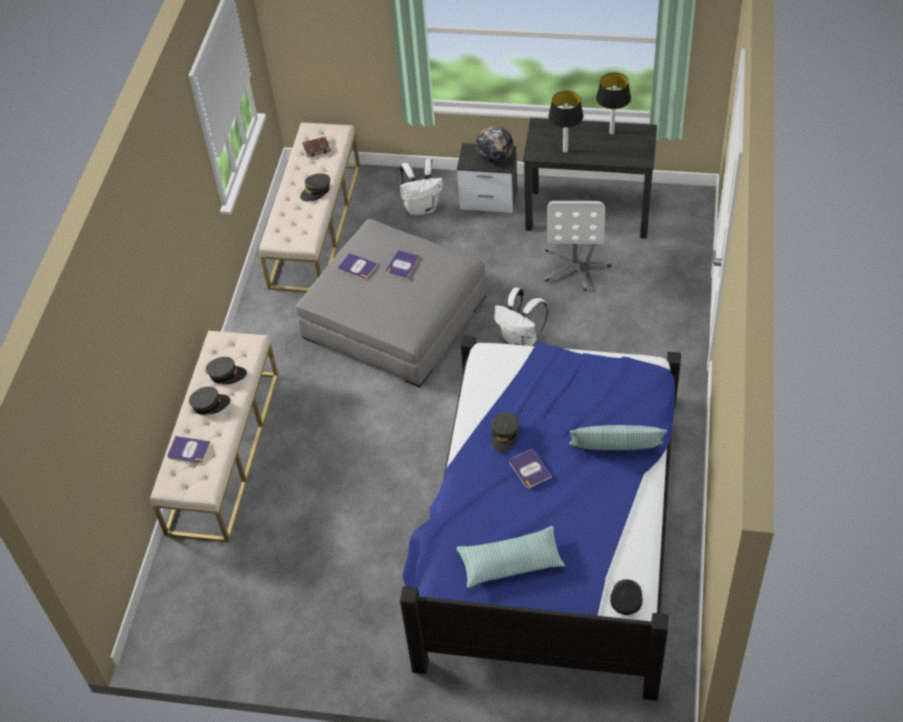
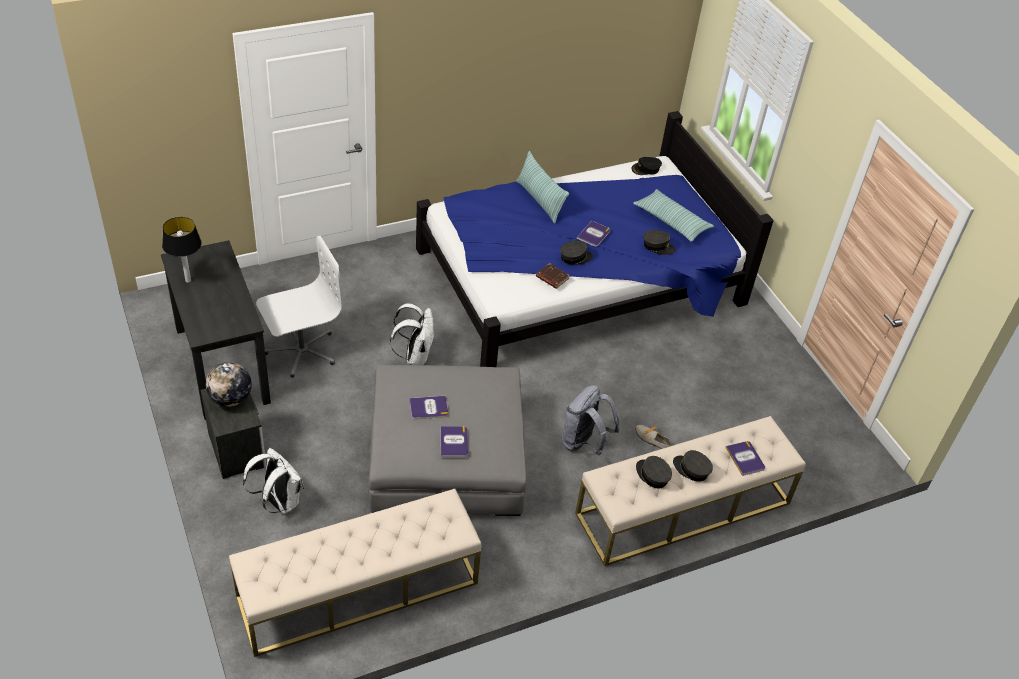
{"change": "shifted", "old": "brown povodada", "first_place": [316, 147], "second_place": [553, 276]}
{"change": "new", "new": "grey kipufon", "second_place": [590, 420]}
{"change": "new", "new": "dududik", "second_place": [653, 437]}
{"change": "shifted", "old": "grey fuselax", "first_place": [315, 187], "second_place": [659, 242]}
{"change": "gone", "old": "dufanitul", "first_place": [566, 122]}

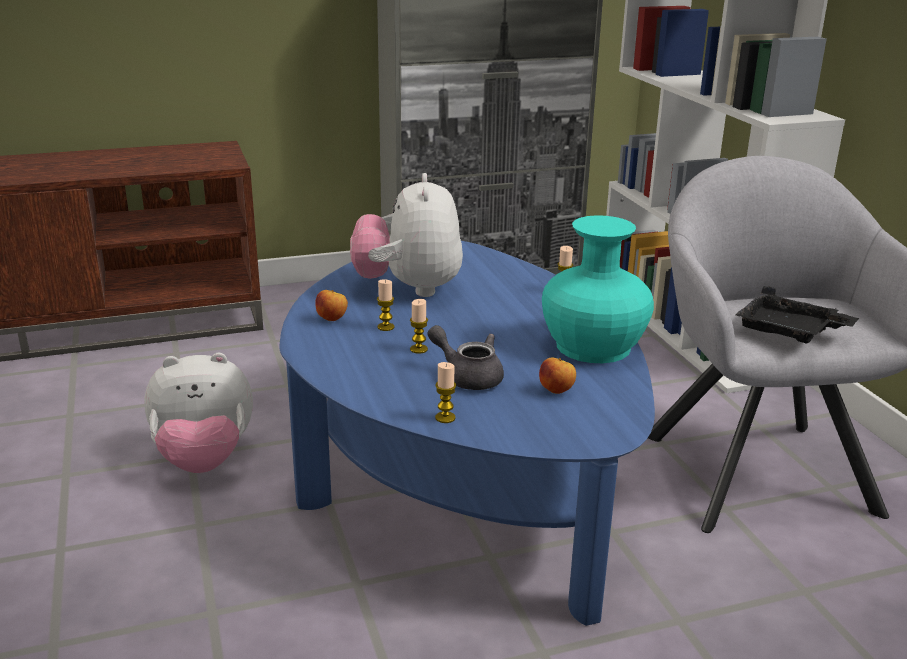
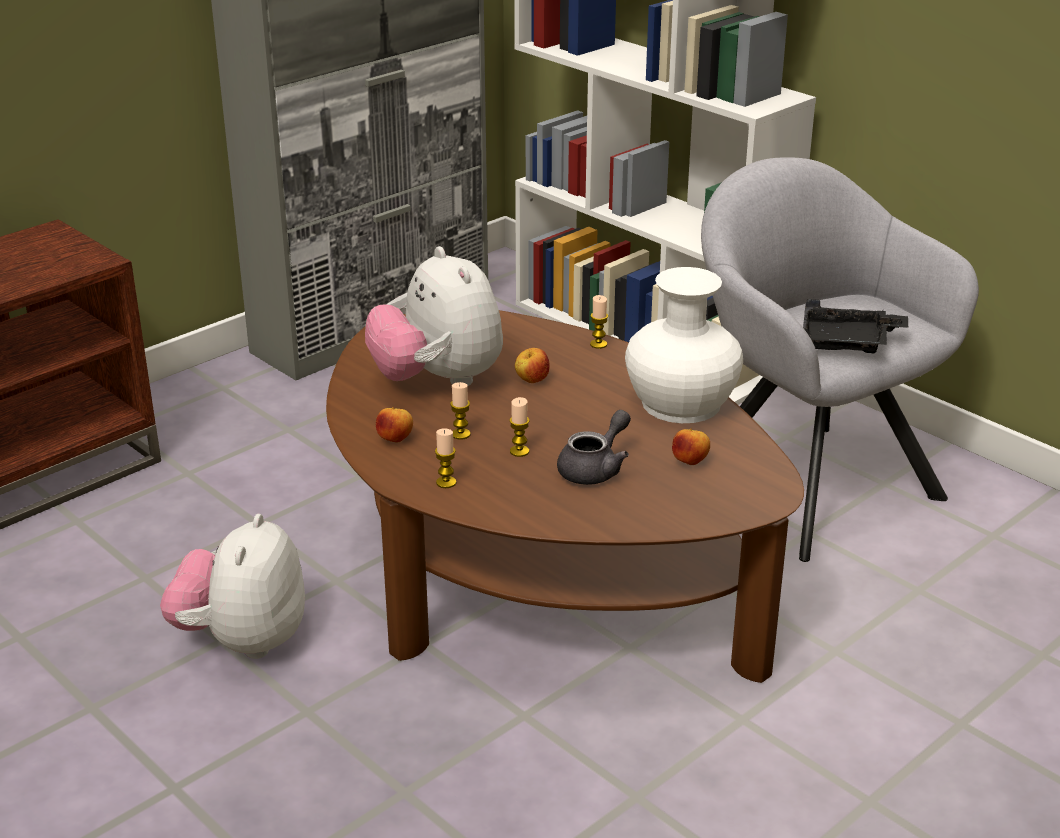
{"change": "rotated", "old": "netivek", "first_place": [198, 413], "second_place": [232, 586], "degrees": 135}
{"change": "repainted", "old": "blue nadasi", "new": "brown nadasi", "first_place": [467, 433], "second_place": [565, 496]}
{"change": "shifted", "old": "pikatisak", "first_place": [445, 392], "second_place": [445, 458]}
{"change": "new", "new": "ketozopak", "second_place": [532, 365]}
{"change": "rotated", "old": "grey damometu", "first_place": [465, 357], "second_place": [594, 447], "degrees": 120}
{"change": "repainted", "old": "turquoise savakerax", "new": "white savakerax", "first_place": [598, 289], "second_place": [684, 345]}

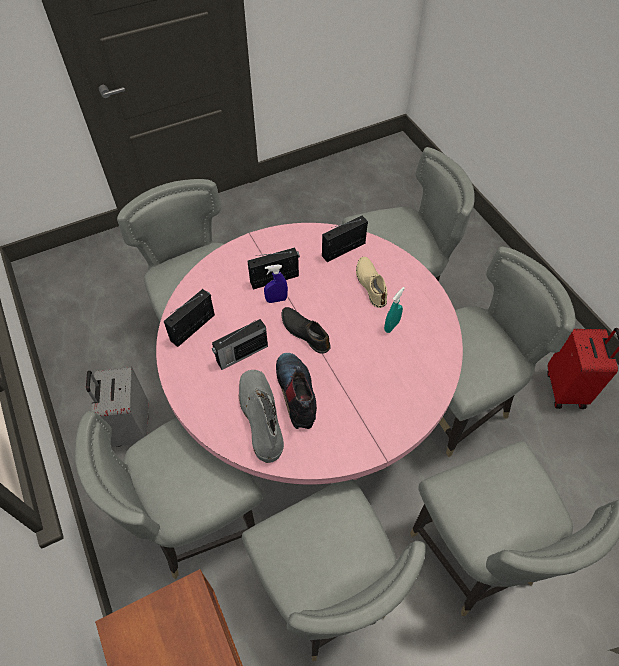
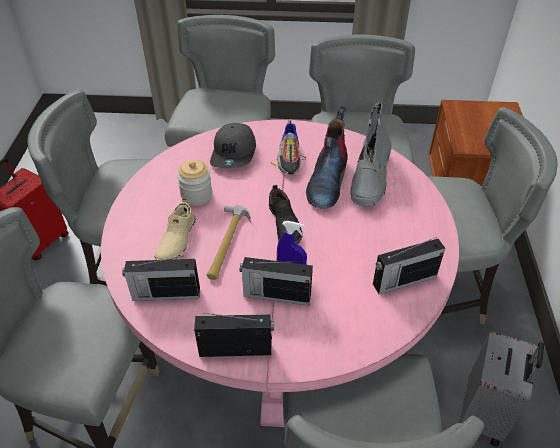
{"change": "swapped", "old": "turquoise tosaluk", "new": "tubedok", "first_place": [394, 310], "second_place": [194, 183]}
{"change": "shifted", "old": "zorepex", "first_place": [240, 344], "second_place": [234, 335]}
{"change": "new", "new": "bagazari", "second_place": [229, 242]}
{"change": "new", "new": "grey fuselax", "second_place": [233, 145]}
{"change": "new", "new": "dududik", "second_place": [288, 147]}

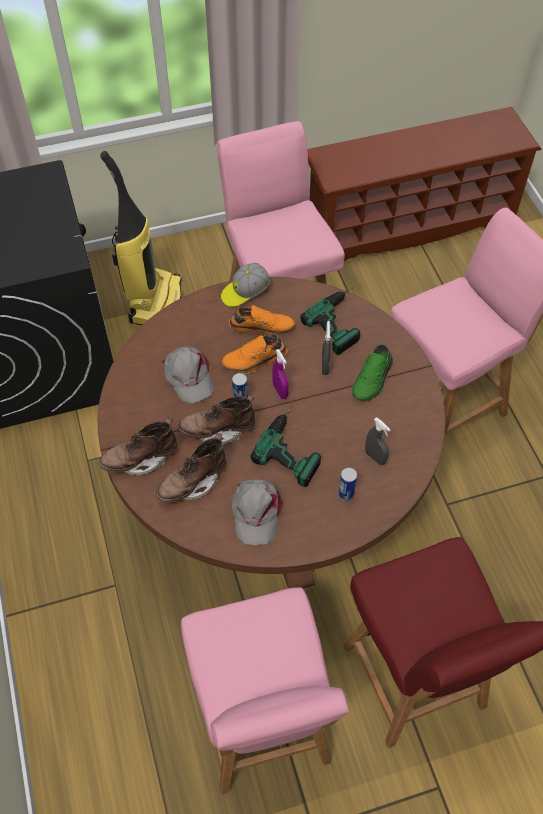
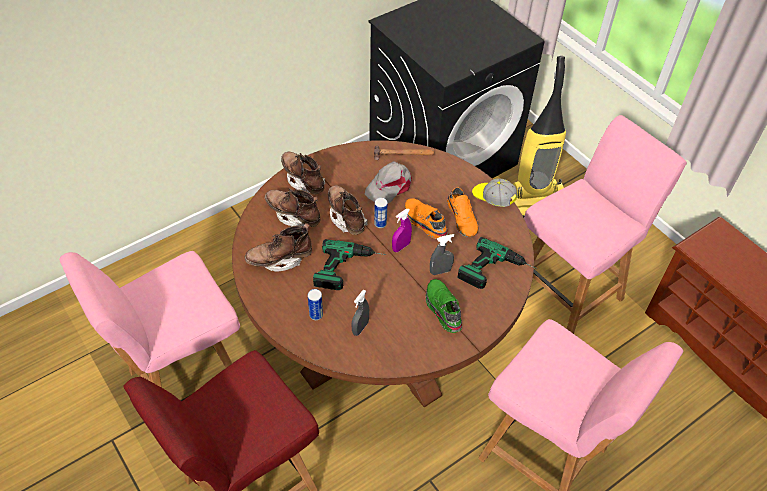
{"change": "swapped", "old": "grey fuselax", "new": "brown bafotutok", "first_place": [256, 512], "second_place": [278, 247]}
{"change": "new", "new": "bagazari", "second_place": [404, 153]}
{"change": "rotated", "old": "green dududik", "first_place": [372, 372], "second_place": [444, 306], "degrees": 60}

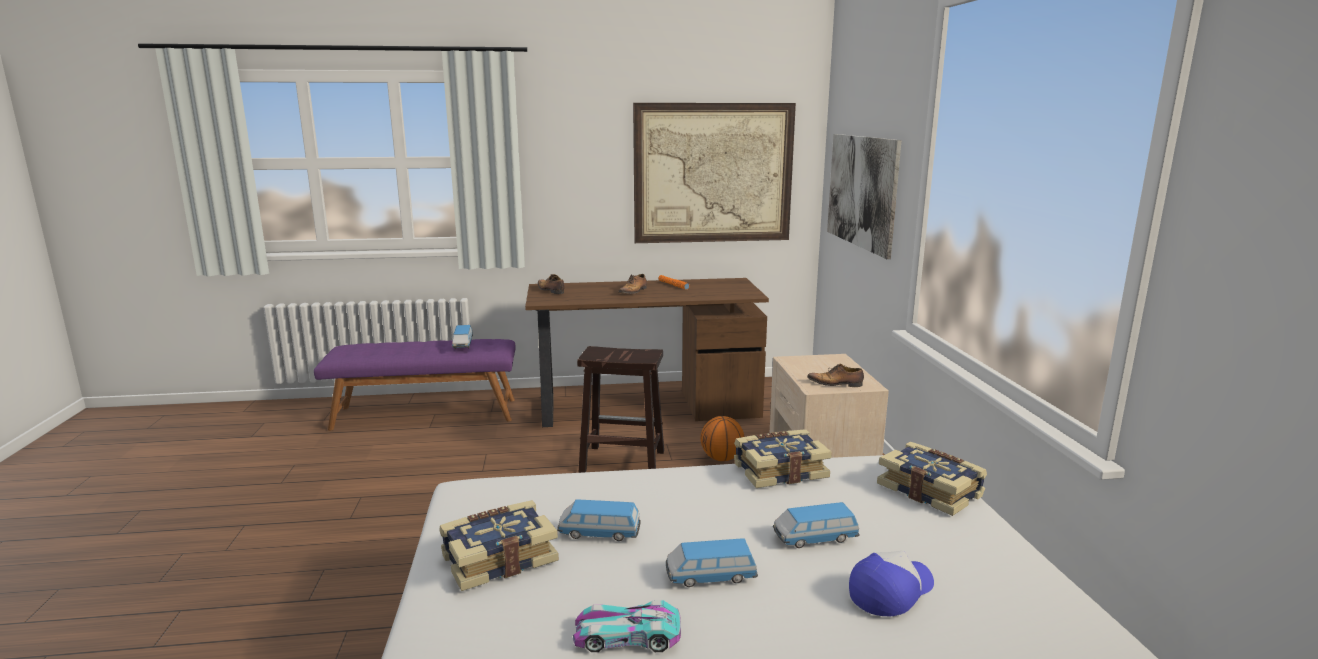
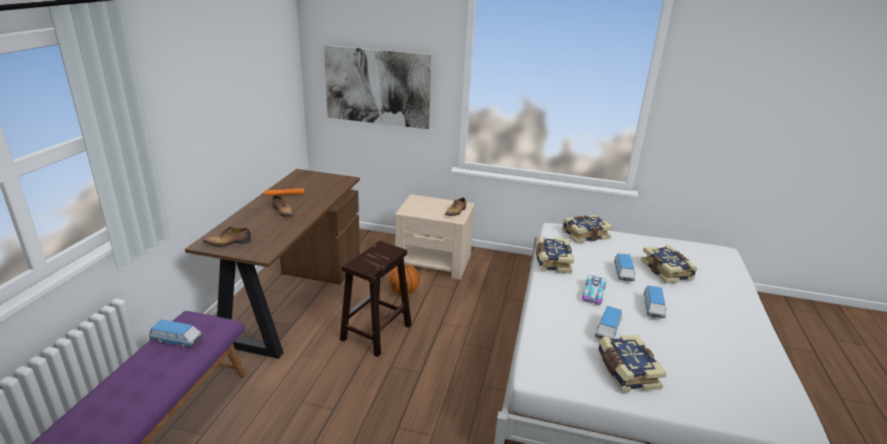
{"change": "shifted", "old": "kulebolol", "first_place": [627, 626], "second_place": [594, 290]}
{"change": "swapped", "old": "fuselax", "new": "povodada", "first_place": [891, 584], "second_place": [669, 264]}
{"change": "gone", "old": "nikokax", "first_place": [714, 173]}

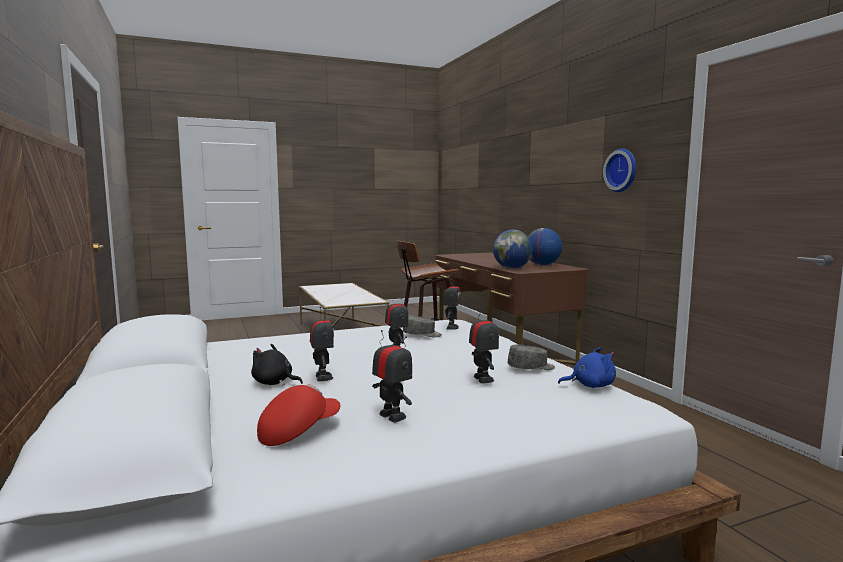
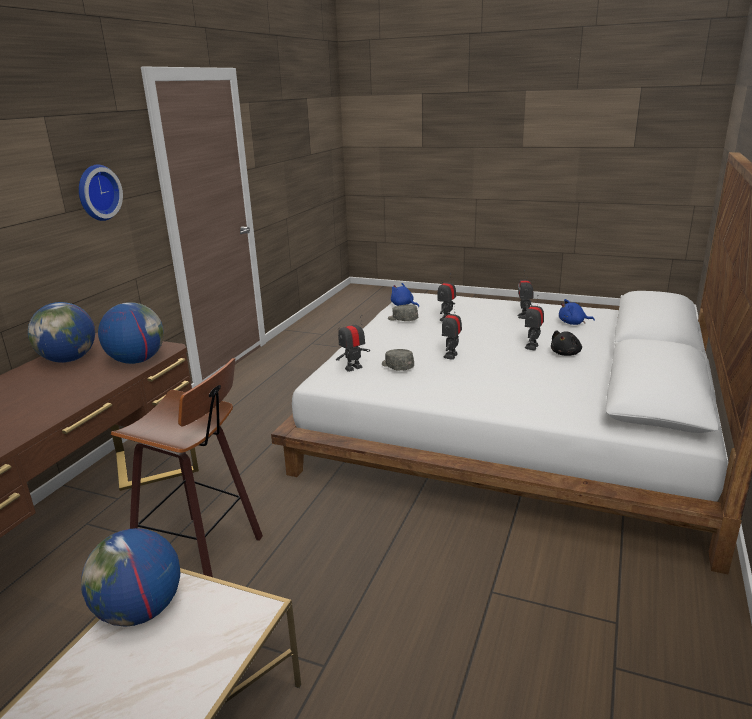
{"change": "new", "new": "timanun", "second_place": [130, 577]}
{"change": "rotated", "old": "black netivek", "first_place": [277, 365], "second_place": [566, 343], "degrees": 60}
{"change": "swapped", "old": "red fuselax", "new": "blue netivek", "first_place": [298, 415], "second_place": [577, 312]}

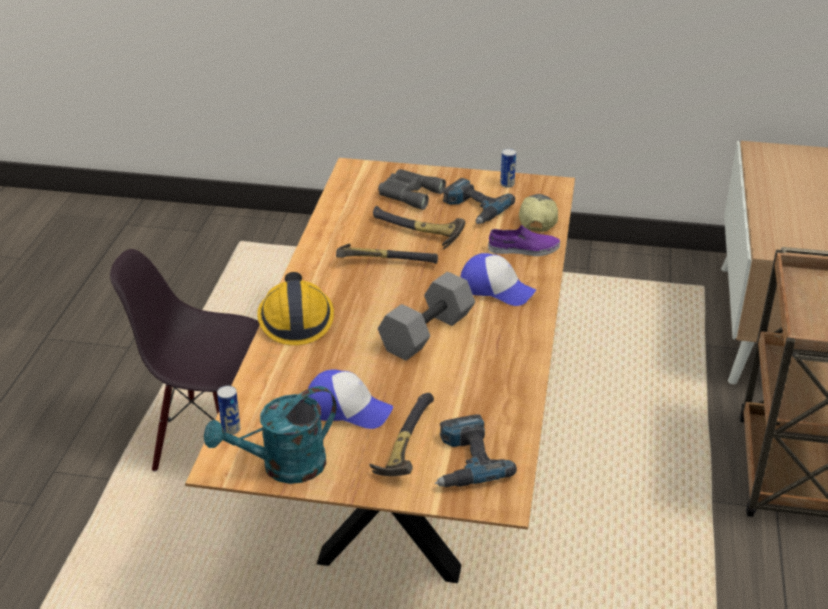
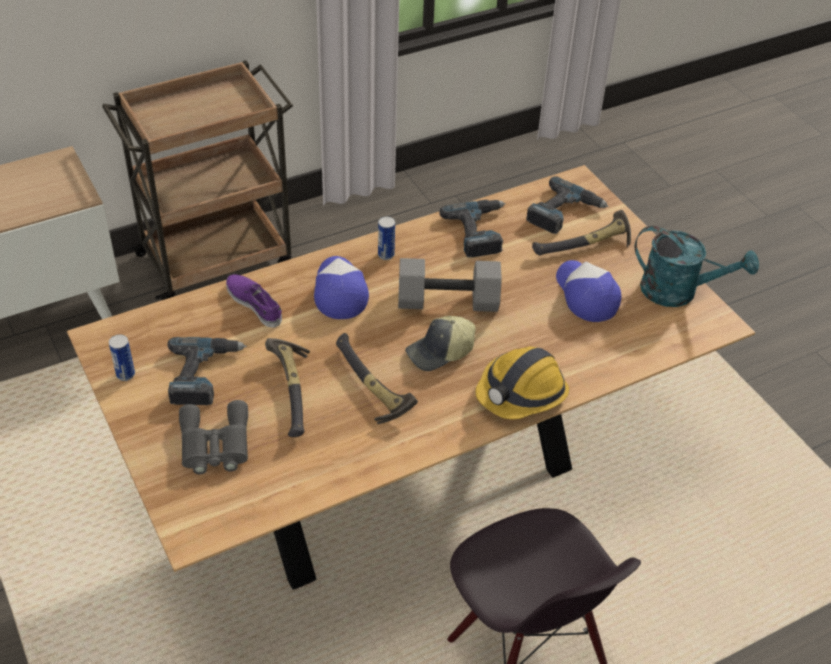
{"change": "shifted", "old": "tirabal", "first_place": [228, 410], "second_place": [386, 238]}
{"change": "shifted", "old": "fuselax", "first_place": [538, 213], "second_place": [440, 343]}
{"change": "new", "new": "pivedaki", "second_place": [472, 229]}

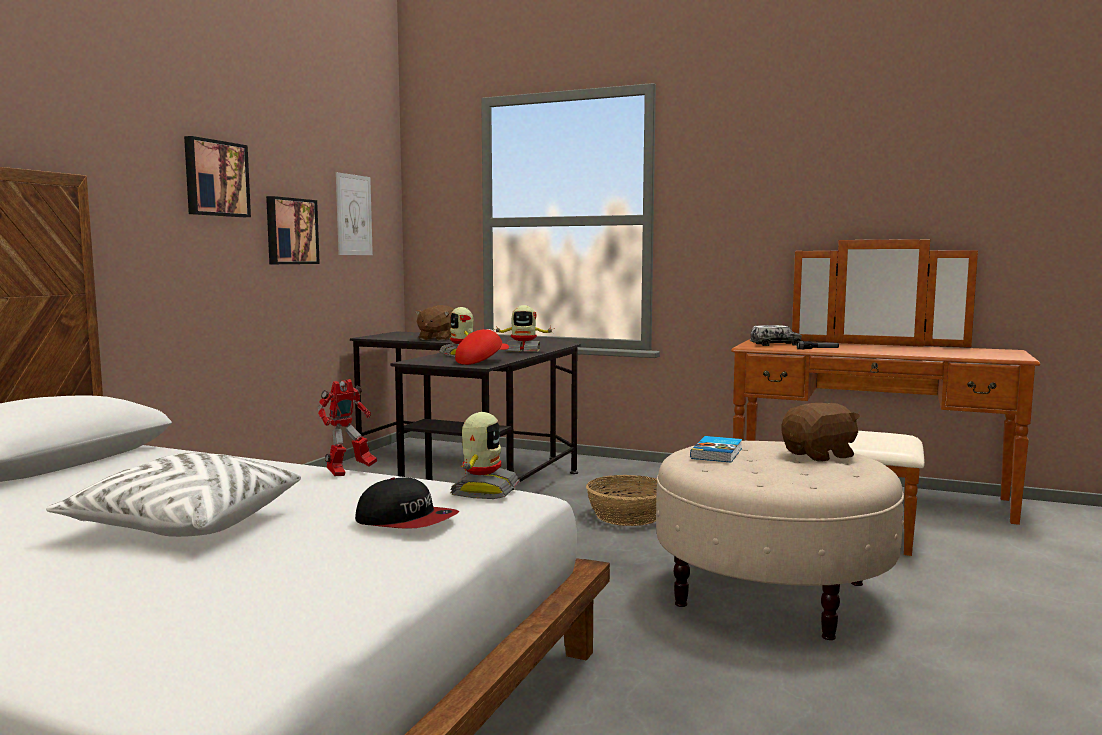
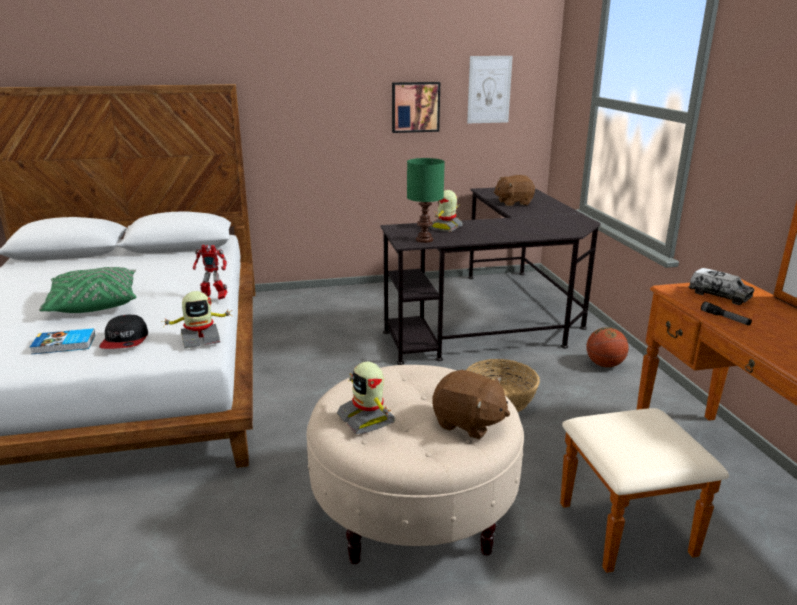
{"change": "shifted", "old": "povodada", "first_place": [716, 449], "second_place": [62, 341]}
{"change": "repainted", "old": "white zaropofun", "new": "green zaropofun", "first_place": [173, 495], "second_place": [87, 290]}
{"change": "shifted", "old": "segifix", "first_place": [525, 329], "second_place": [366, 398]}
{"change": "swapped", "old": "red fuselax", "new": "green dufanitul", "first_place": [482, 347], "second_place": [426, 200]}
{"change": "new", "new": "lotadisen", "second_place": [607, 347]}
{"change": "gone", "old": "nikokax", "first_place": [217, 176]}

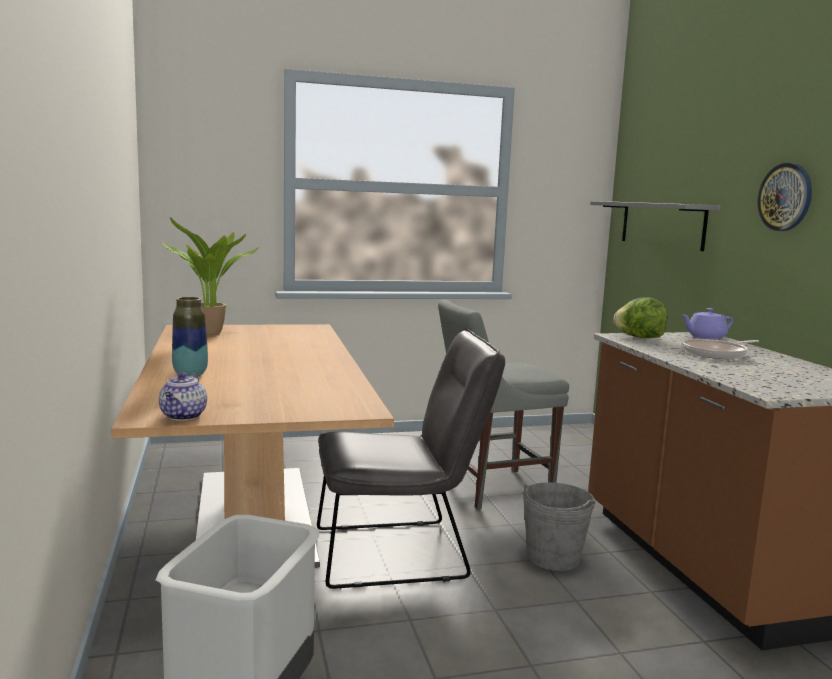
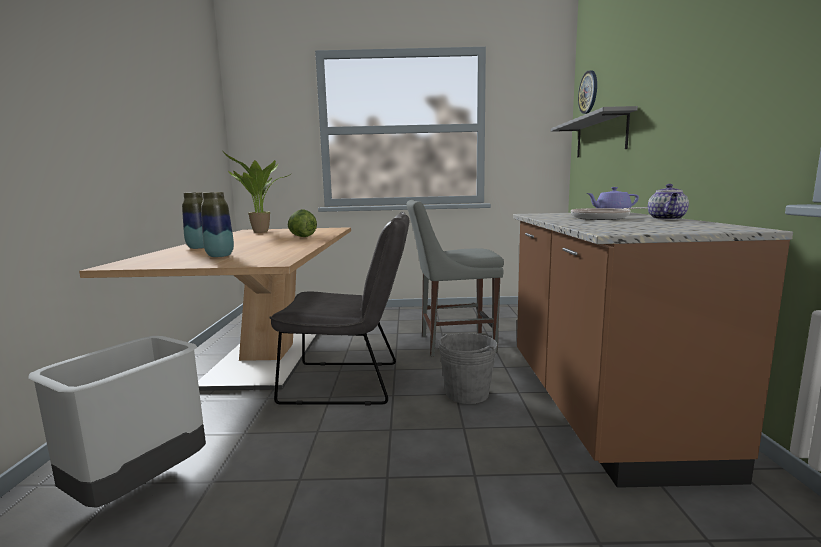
{"change": "new", "new": "savakerax", "second_place": [217, 224]}
{"change": "shifted", "old": "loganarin", "first_place": [640, 317], "second_place": [302, 223]}
{"change": "shifted", "old": "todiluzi", "first_place": [784, 197], "second_place": [587, 92]}
{"change": "shifted", "old": "damometu", "first_place": [183, 396], "second_place": [668, 202]}

